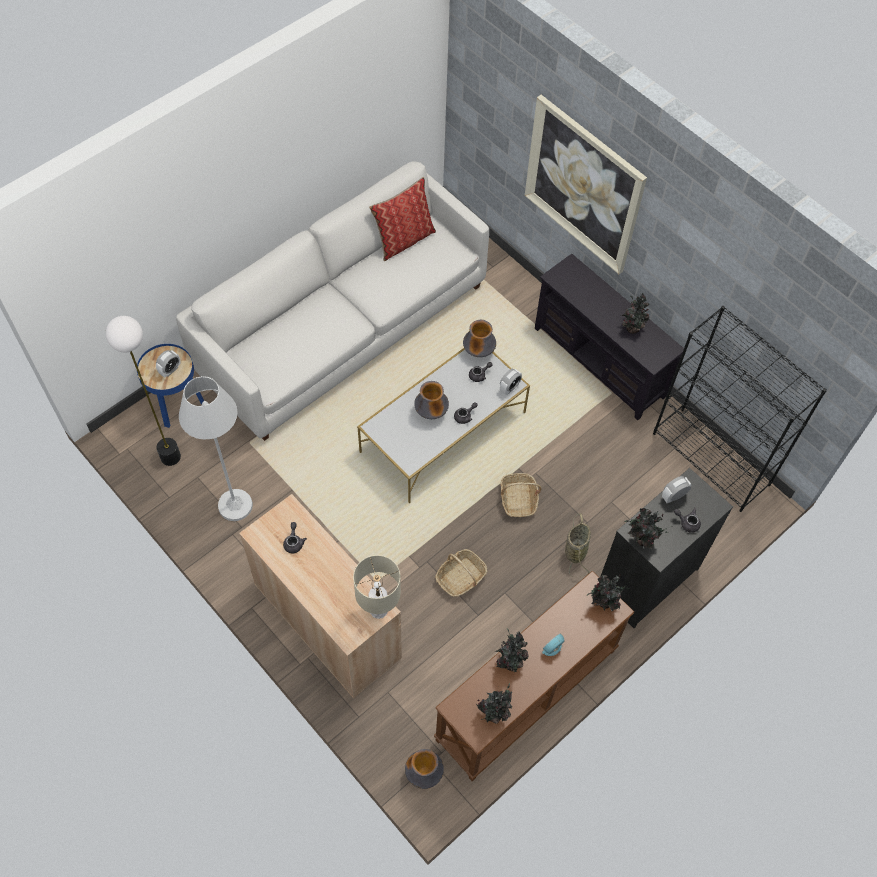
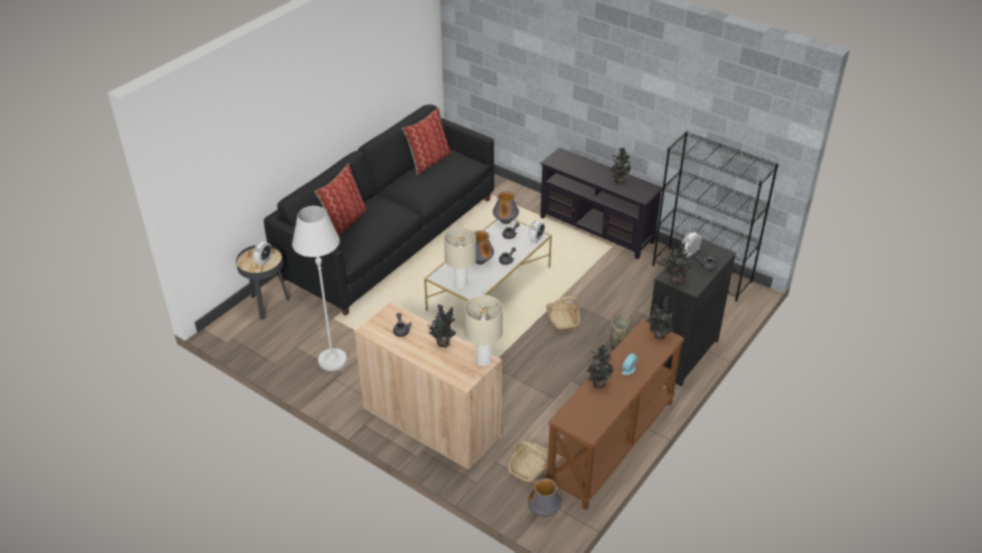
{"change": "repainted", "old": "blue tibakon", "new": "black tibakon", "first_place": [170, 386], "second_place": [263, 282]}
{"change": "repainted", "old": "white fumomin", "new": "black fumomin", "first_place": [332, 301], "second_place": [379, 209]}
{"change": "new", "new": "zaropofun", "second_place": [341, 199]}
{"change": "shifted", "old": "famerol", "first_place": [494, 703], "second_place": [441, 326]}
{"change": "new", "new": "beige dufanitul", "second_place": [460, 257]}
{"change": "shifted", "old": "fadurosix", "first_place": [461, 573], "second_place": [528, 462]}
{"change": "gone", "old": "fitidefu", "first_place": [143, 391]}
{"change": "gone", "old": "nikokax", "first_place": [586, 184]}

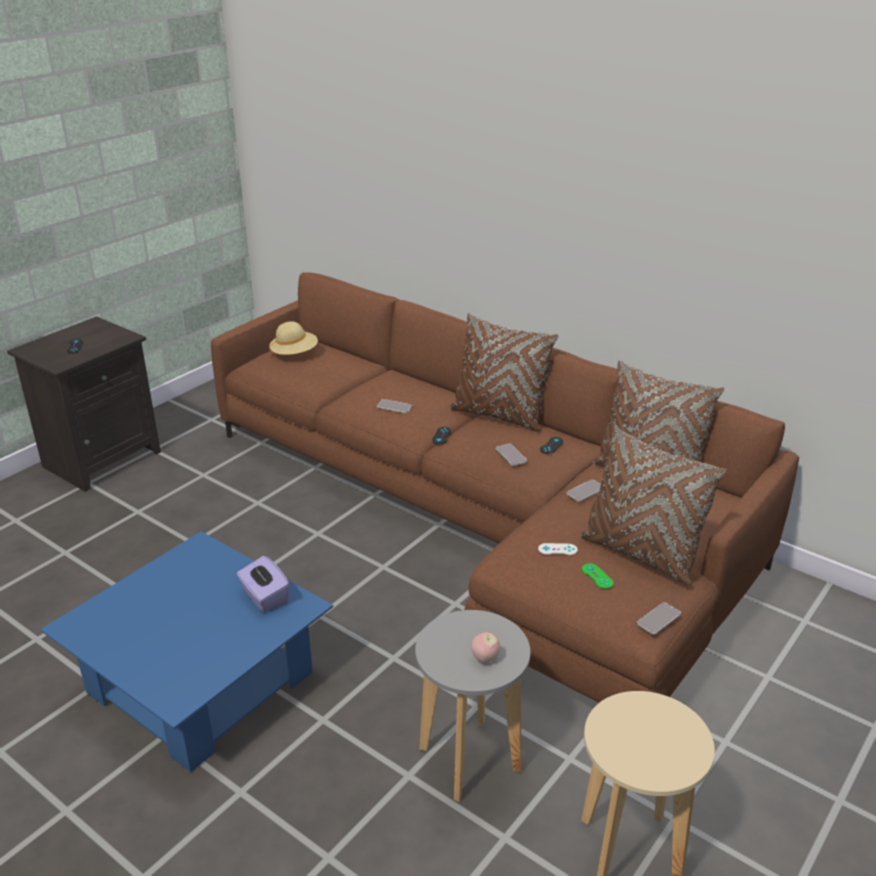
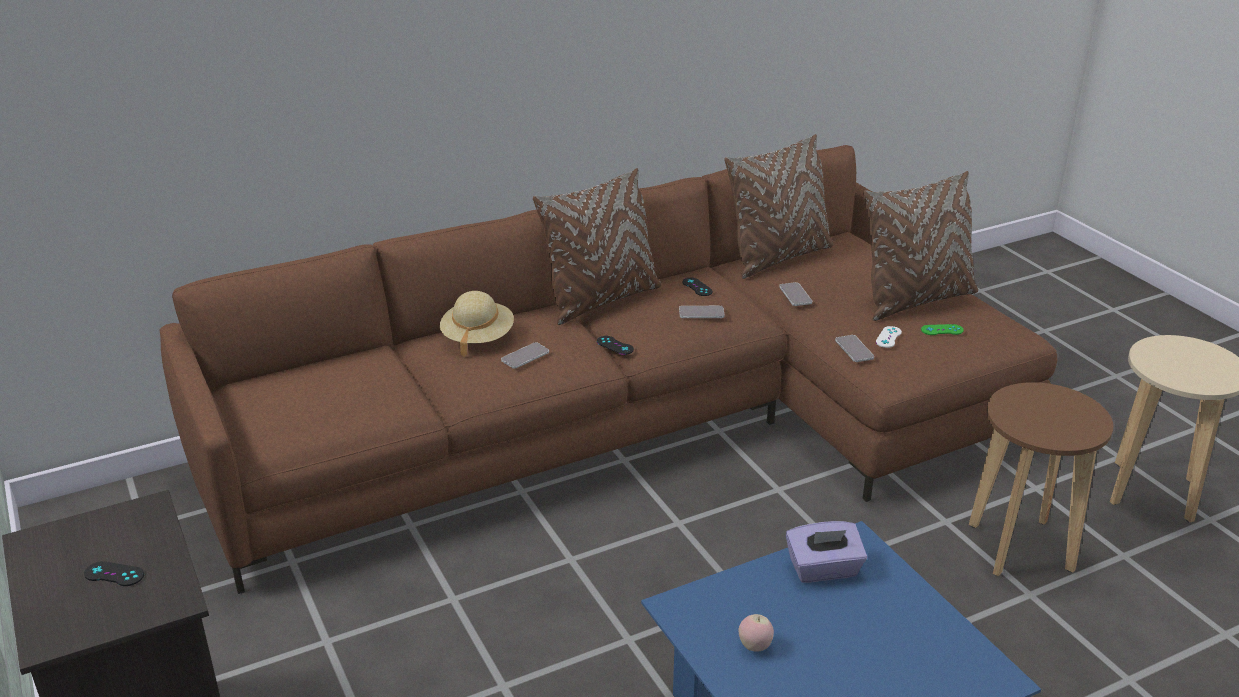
{"change": "shifted", "old": "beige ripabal", "first_place": [293, 338], "second_place": [477, 324]}
{"change": "shifted", "old": "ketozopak", "first_place": [485, 647], "second_place": [756, 633]}
{"change": "shifted", "old": "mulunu", "first_place": [659, 618], "second_place": [854, 348]}
{"change": "repainted", "old": "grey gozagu", "new": "brown gozagu", "first_place": [472, 706], "second_place": [1041, 479]}

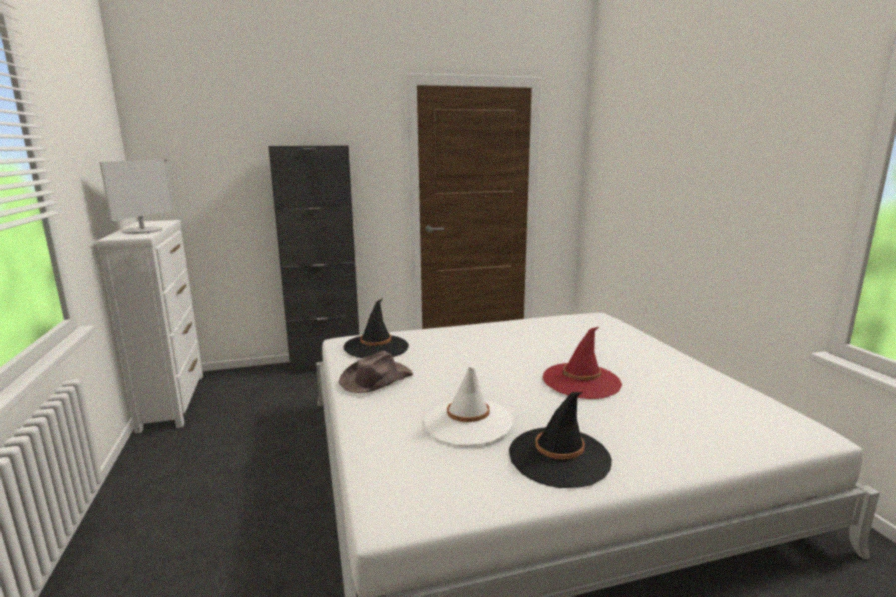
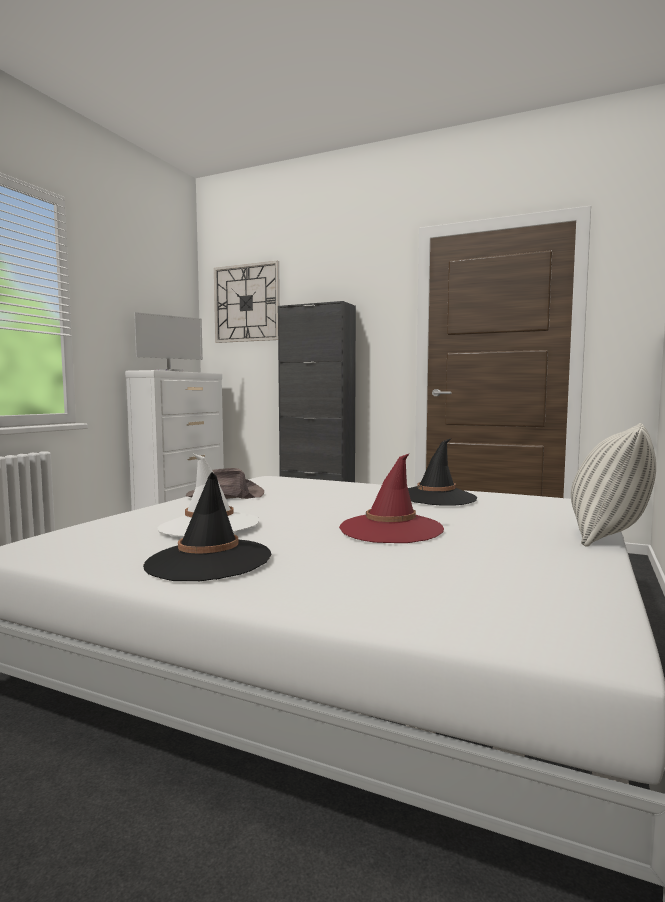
{"change": "new", "new": "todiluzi", "second_place": [247, 302]}
{"change": "shifted", "old": "black ripabal", "first_place": [376, 328], "second_place": [442, 472]}
{"change": "new", "new": "zaropofun", "second_place": [613, 485]}

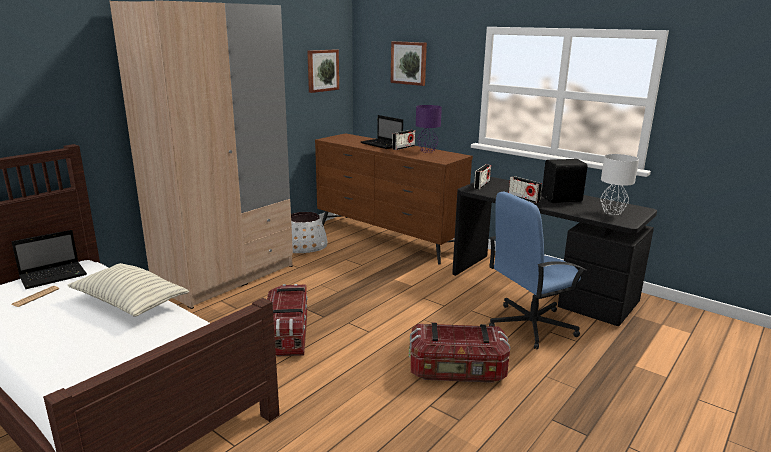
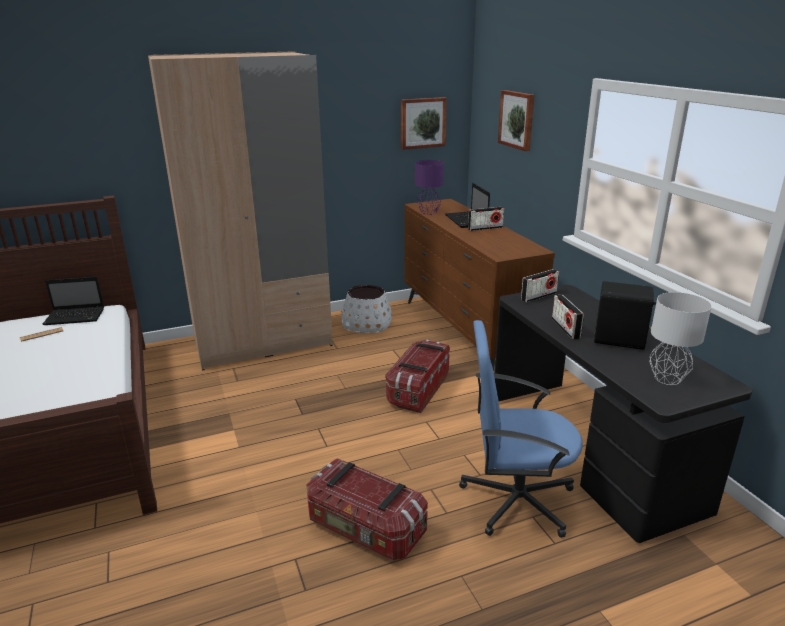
{"change": "shifted", "old": "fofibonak", "first_place": [287, 320], "second_place": [417, 376]}
{"change": "shifted", "old": "purple dufanitul", "first_place": [429, 129], "second_place": [429, 187]}
{"change": "gone", "old": "zaropofun", "first_place": [128, 290]}

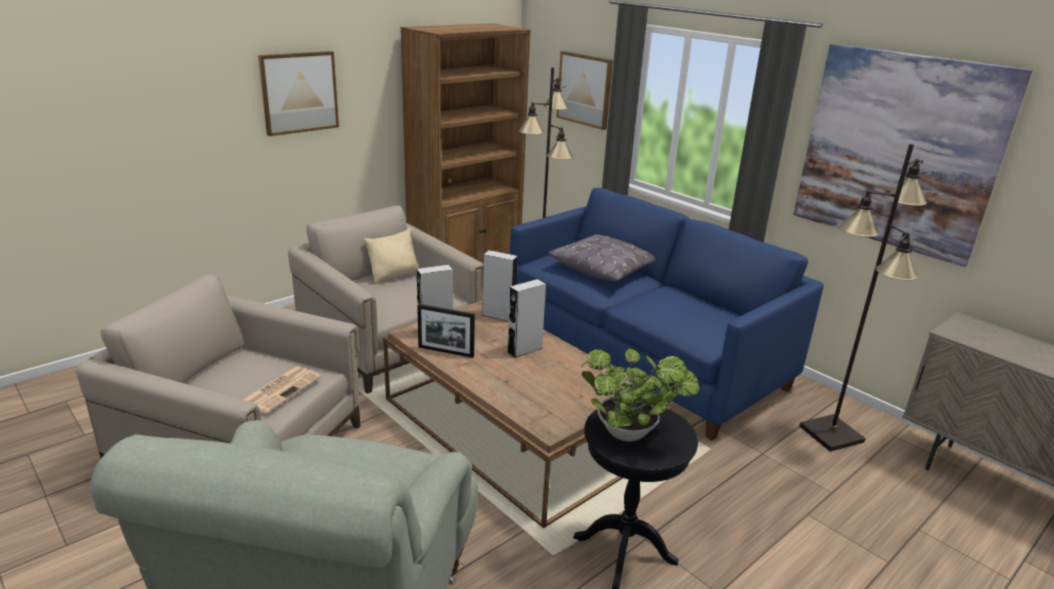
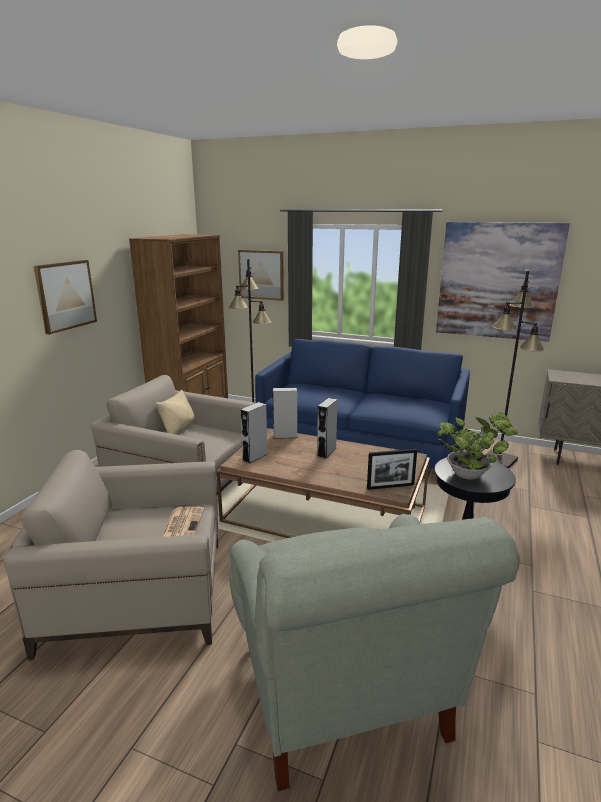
{"change": "shifted", "old": "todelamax", "first_place": [446, 331], "second_place": [392, 469]}
{"change": "gone", "old": "grey zaropofun", "first_place": [601, 257]}

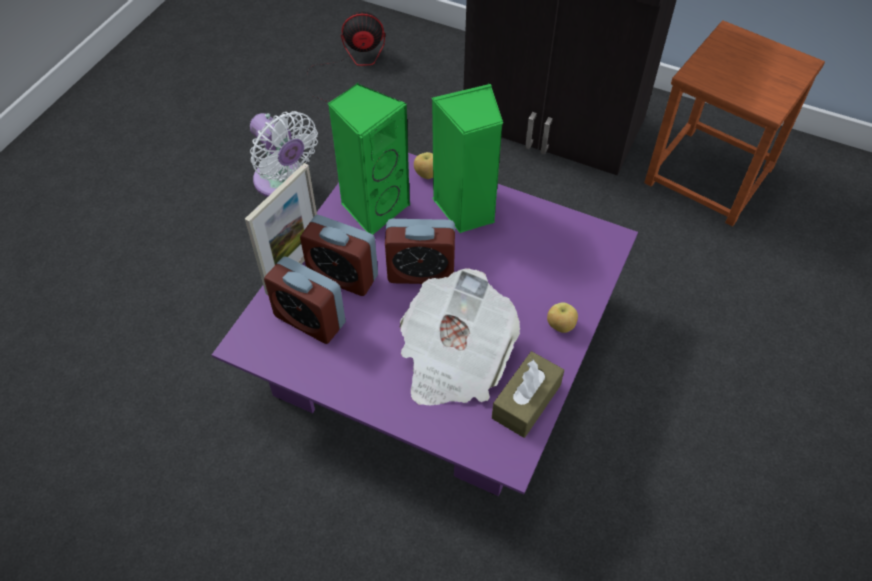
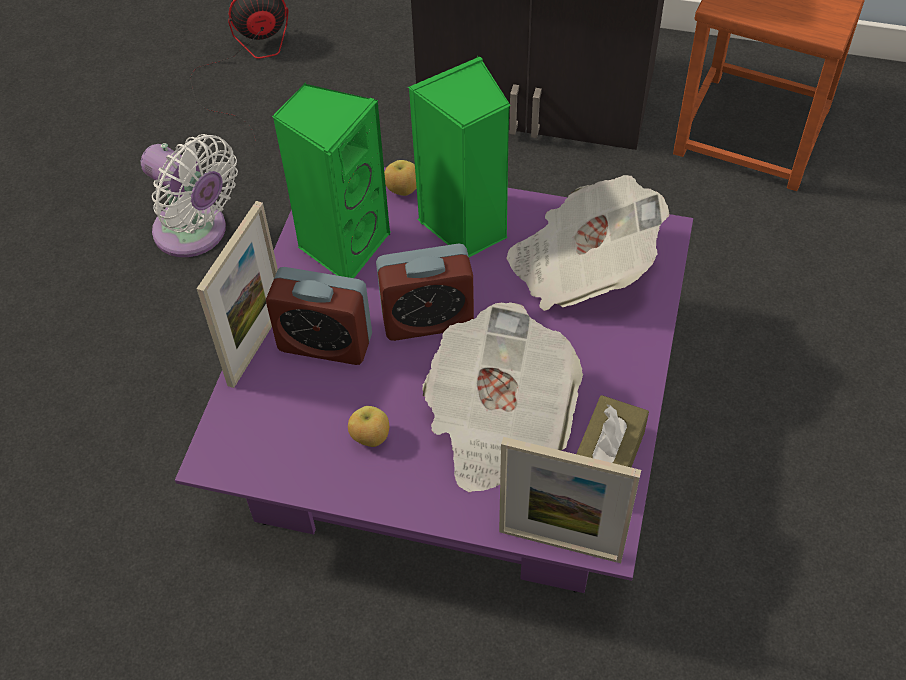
{"change": "shifted", "old": "ketozopak", "first_place": [562, 317], "second_place": [368, 426]}
{"change": "new", "new": "todelamax", "second_place": [570, 500]}
{"change": "new", "new": "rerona", "second_place": [587, 243]}
{"change": "gone", "old": "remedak", "first_place": [305, 300]}

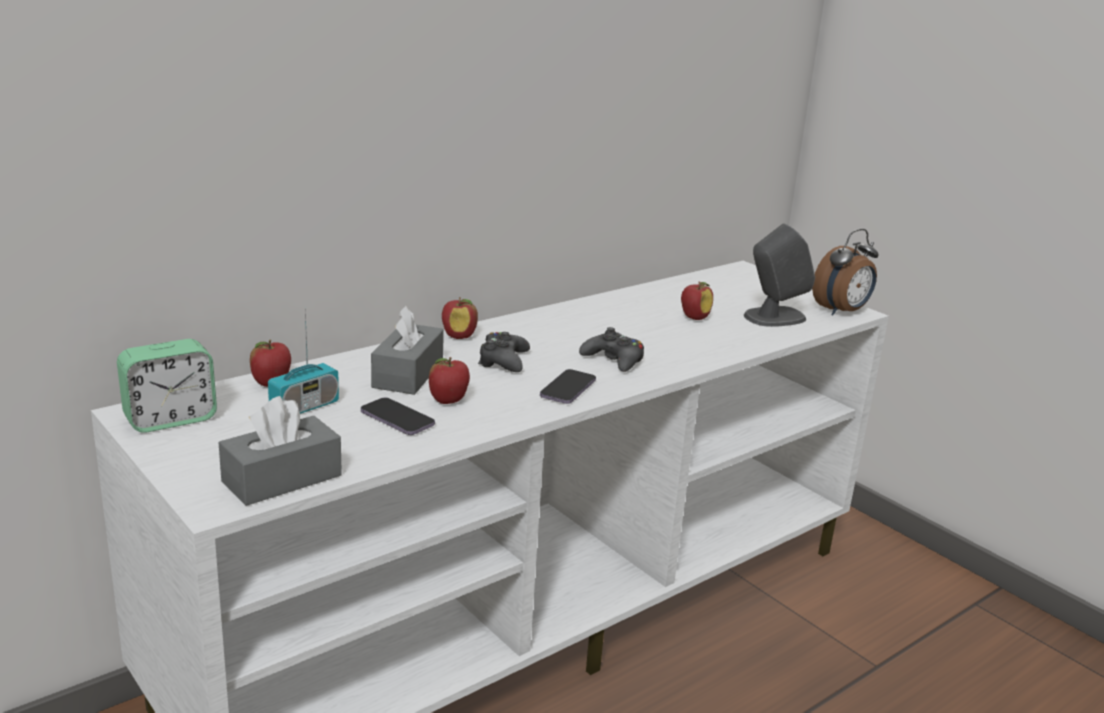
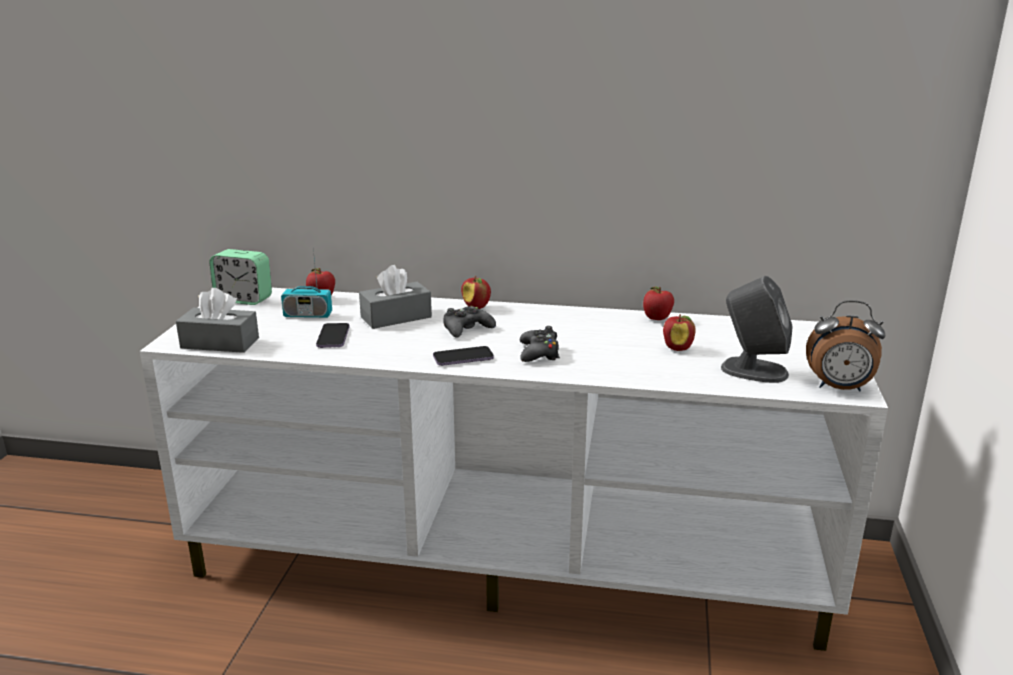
{"change": "shifted", "old": "ketozopak", "first_place": [449, 380], "second_place": [658, 303]}

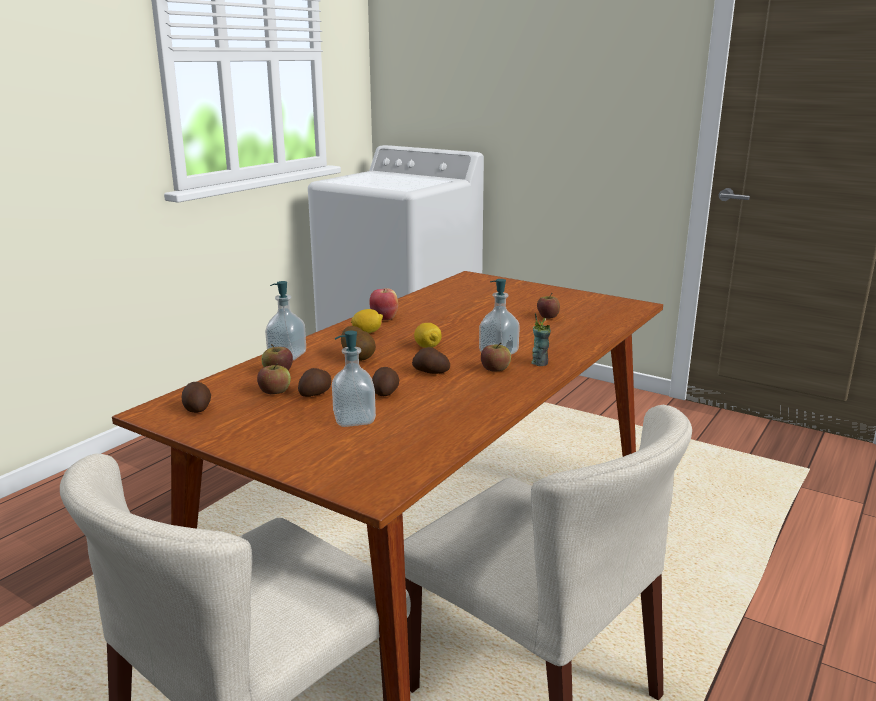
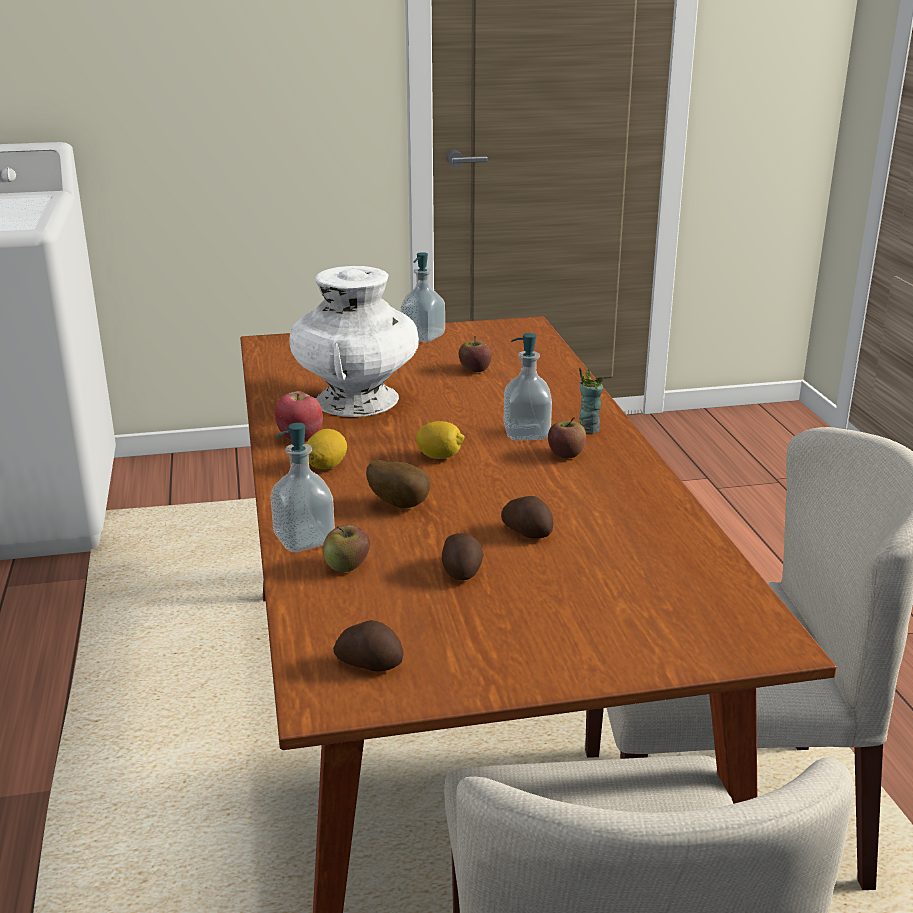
{"change": "new", "new": "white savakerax", "second_place": [354, 341]}
{"change": "shifted", "old": "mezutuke", "first_place": [354, 379], "second_place": [423, 297]}
{"change": "gone", "old": "ketozopak", "first_place": [274, 378]}
{"change": "gone", "old": "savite", "first_place": [431, 360]}

